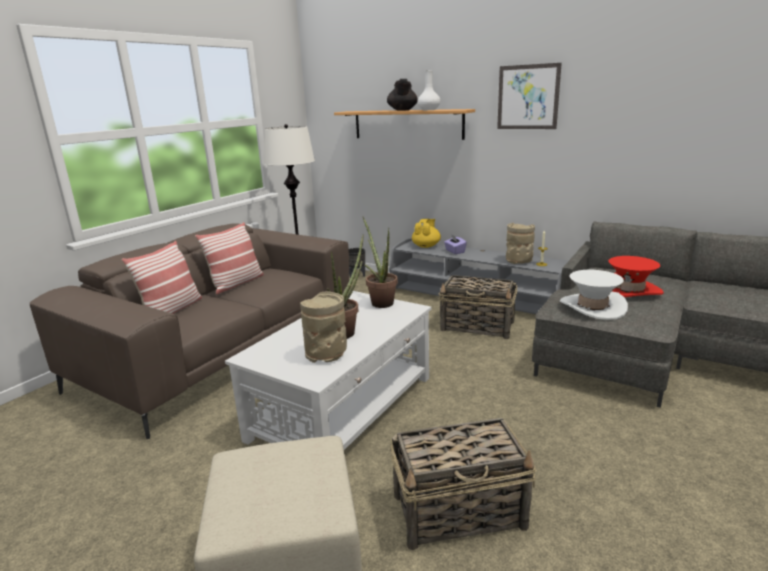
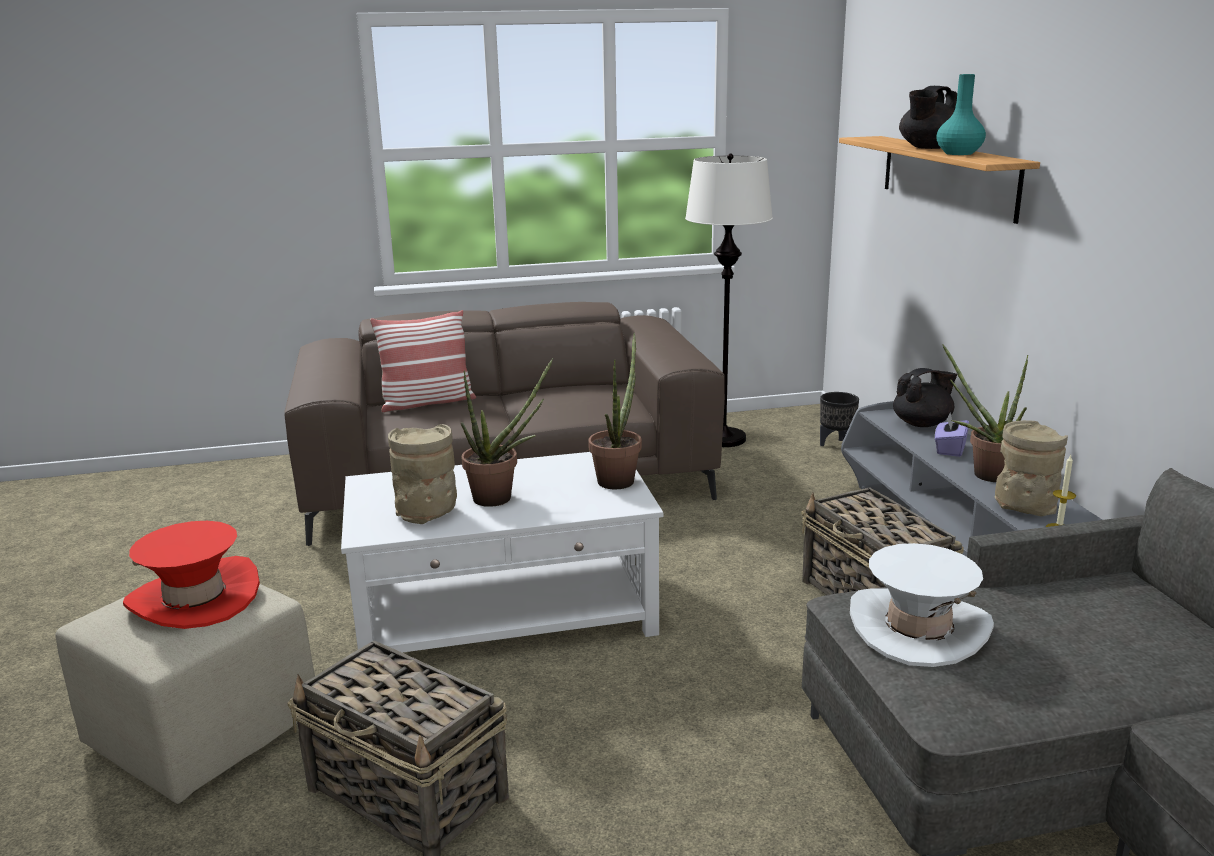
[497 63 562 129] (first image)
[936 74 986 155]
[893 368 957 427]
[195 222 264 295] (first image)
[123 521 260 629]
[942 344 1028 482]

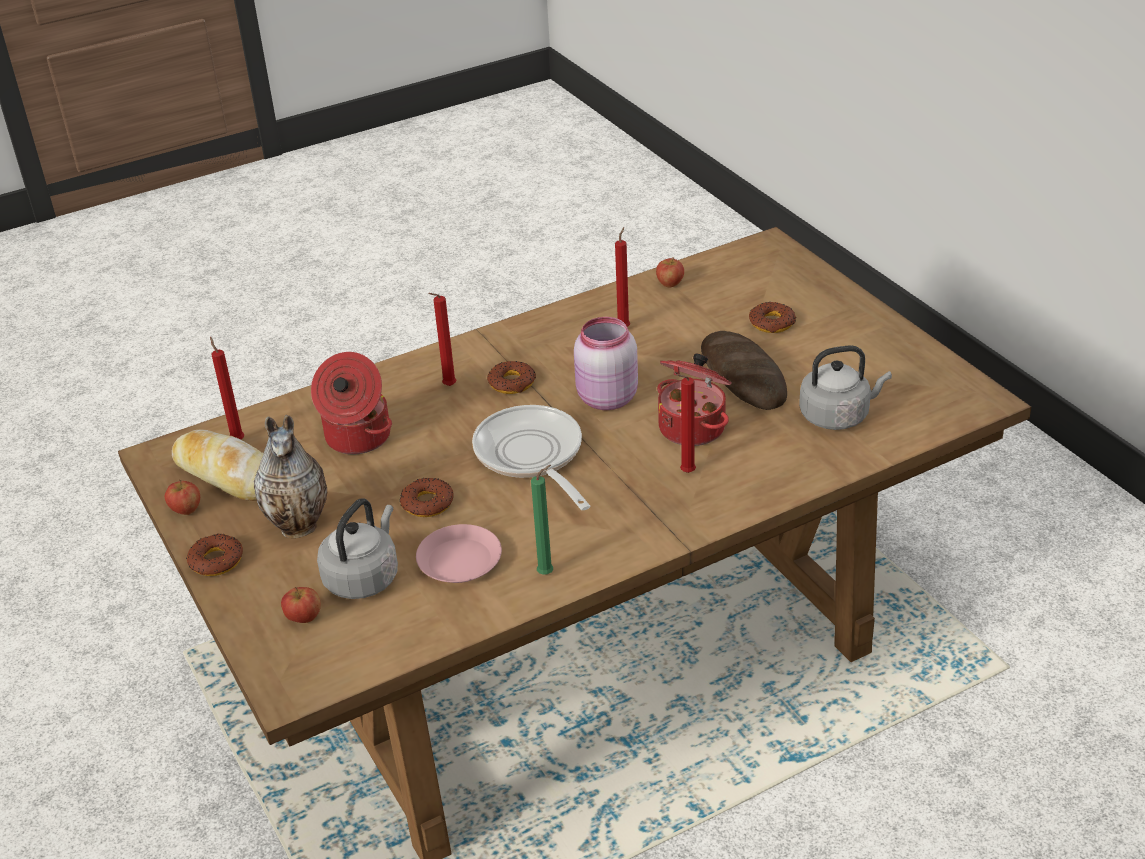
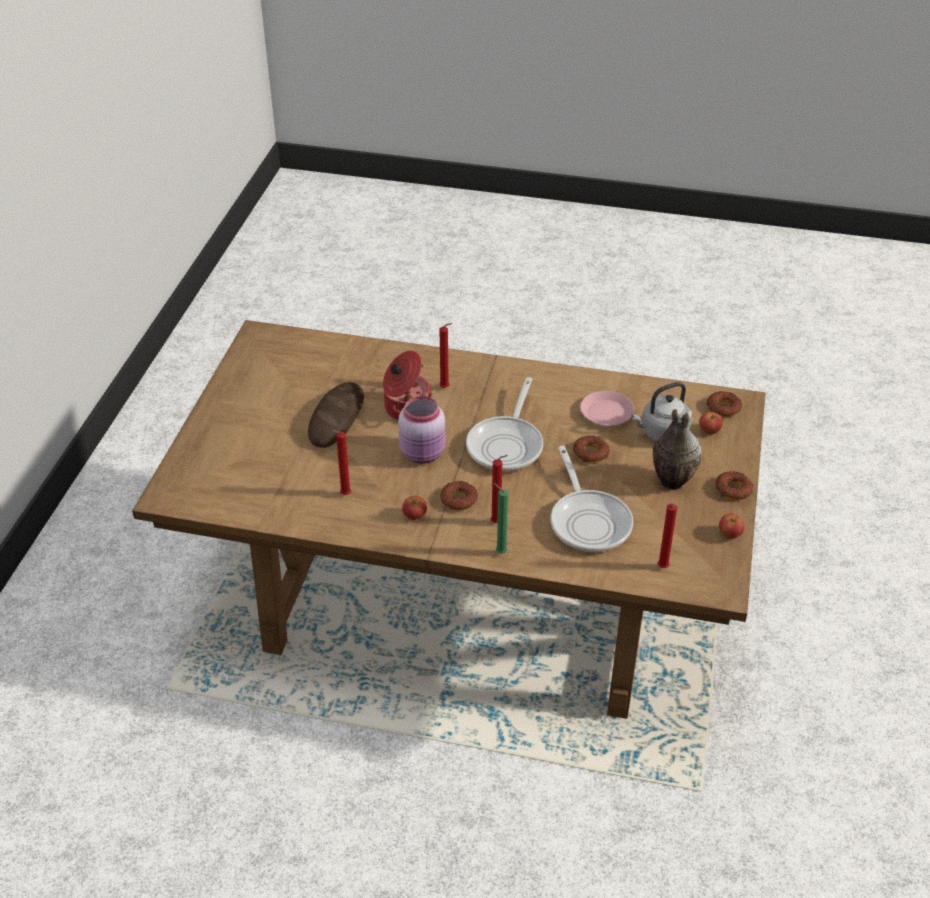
[402 496 427 520]
[707 391 742 417]
[799 345 892 430] (first image)
[551 446 633 552]
[172 430 264 501] (first image)
[494 483 508 554]

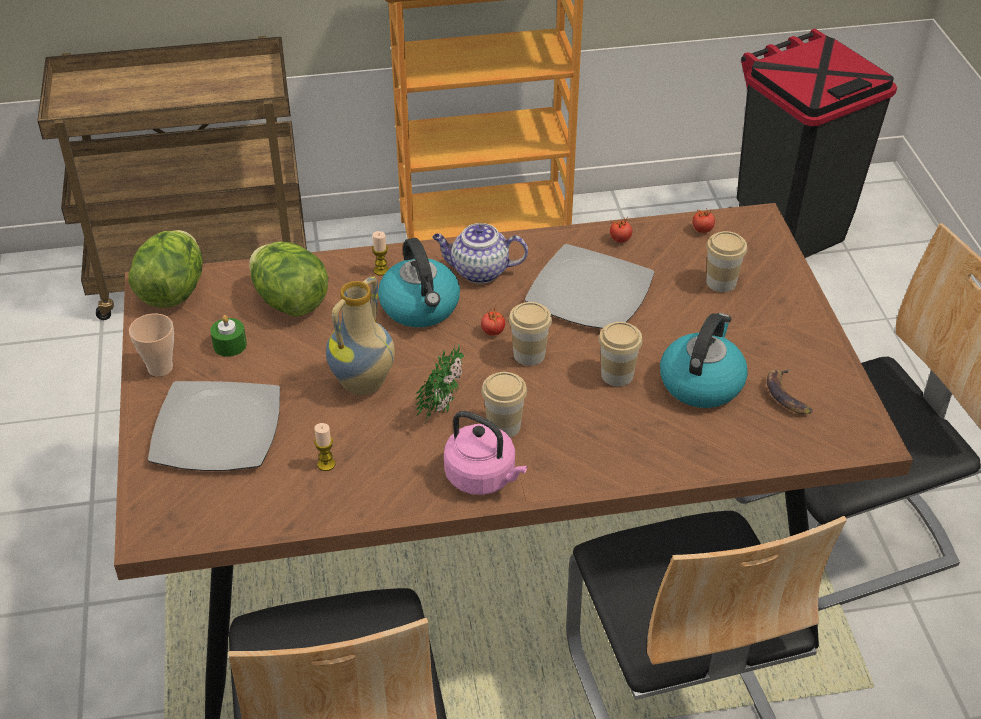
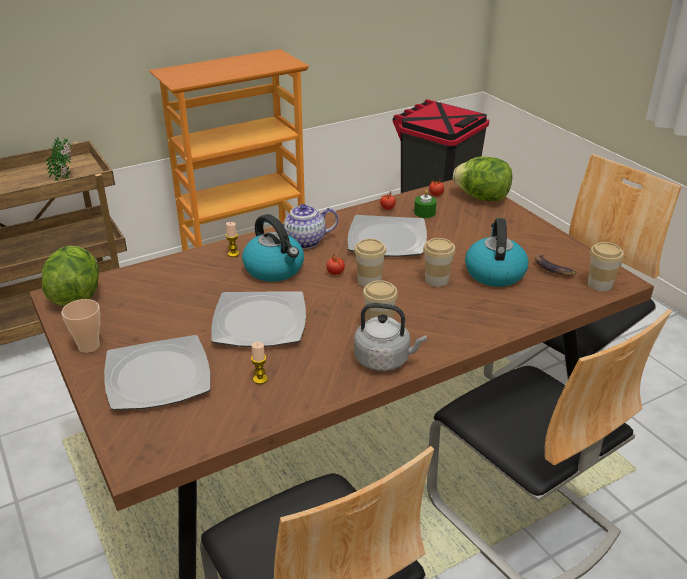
[588 242 624 291]
[453 157 512 201]
[211 292 306 347]
[414 190 437 218]
[46 137 71 181]
[354 303 427 371]

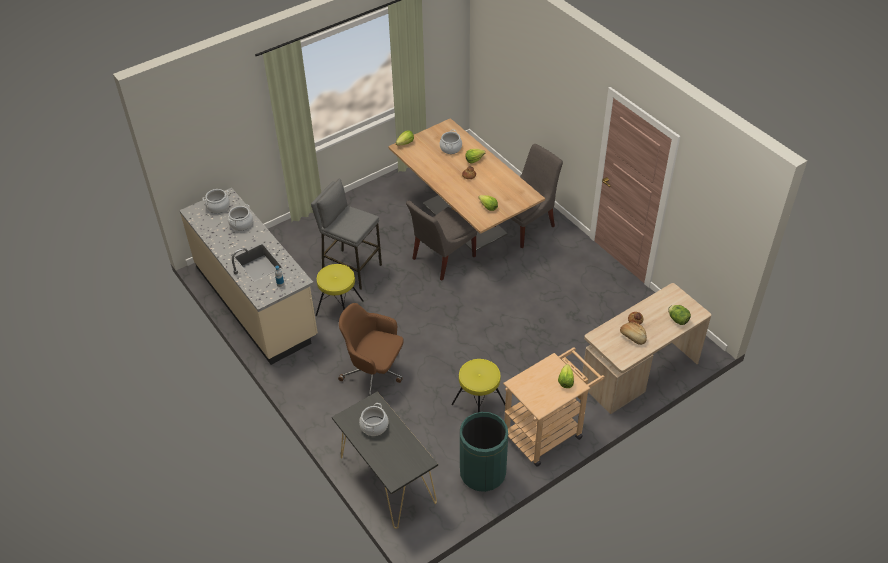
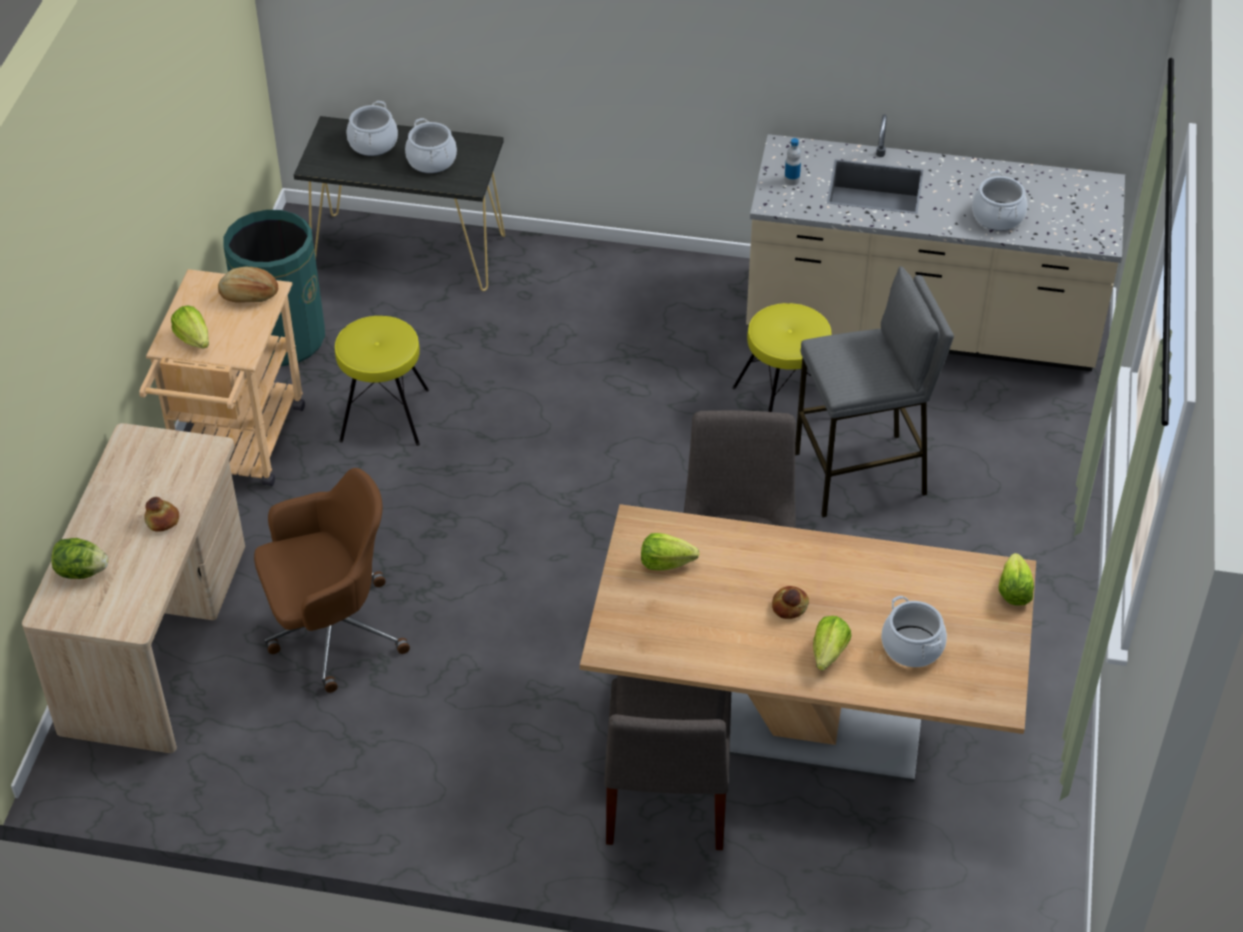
[347 101 398 156]
[254 468 410 693]
[218 267 278 303]

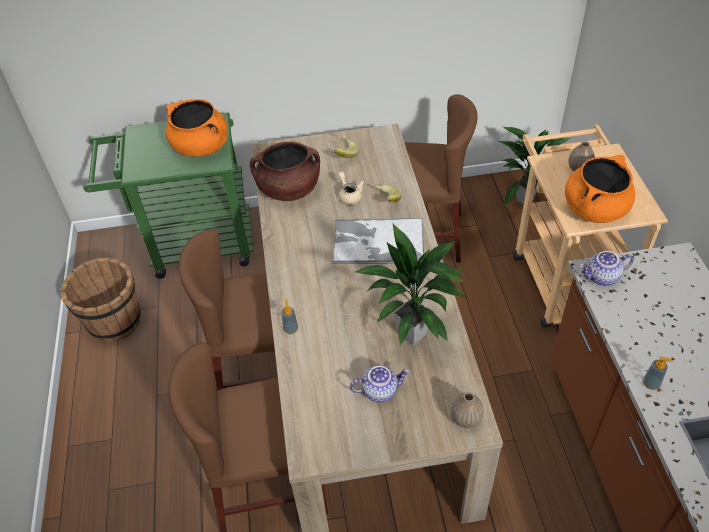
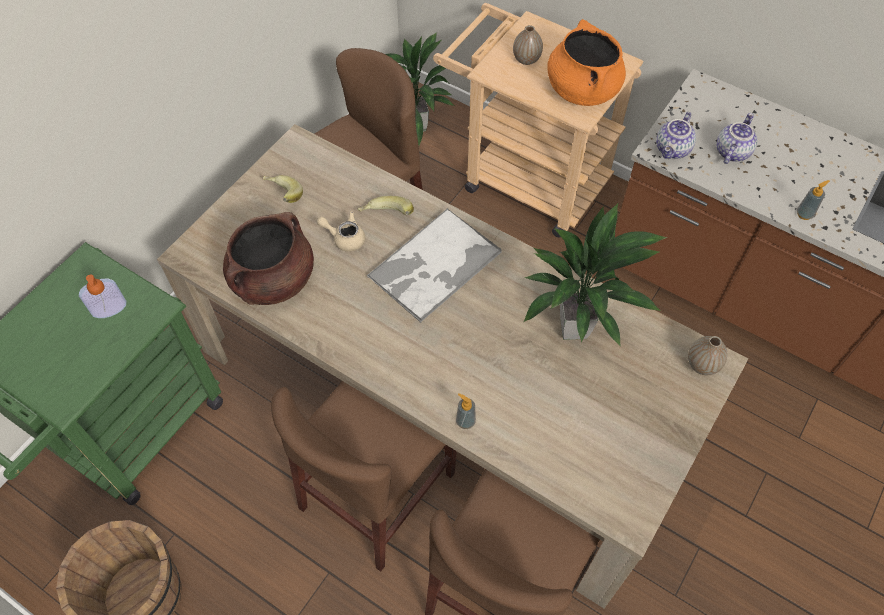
[79 274 126 318]
[716 113 757 164]

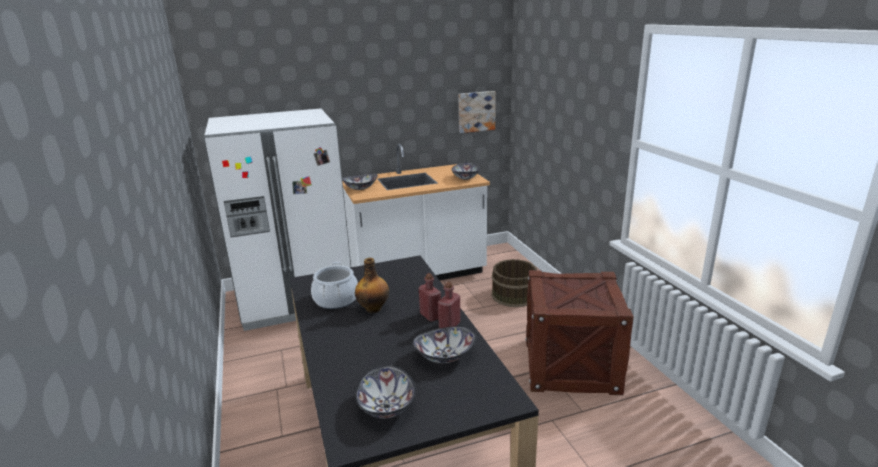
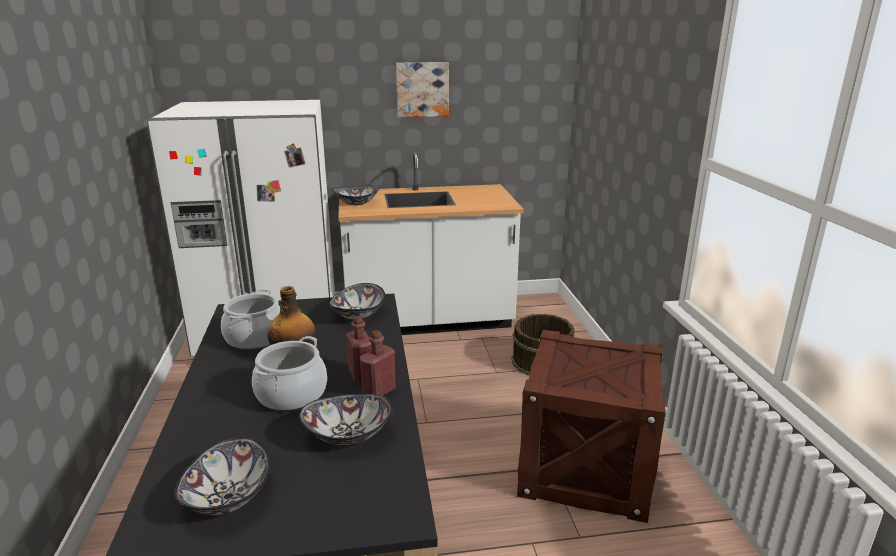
[396 62 449 118]
[329 283 385 320]
[252 336 327 411]

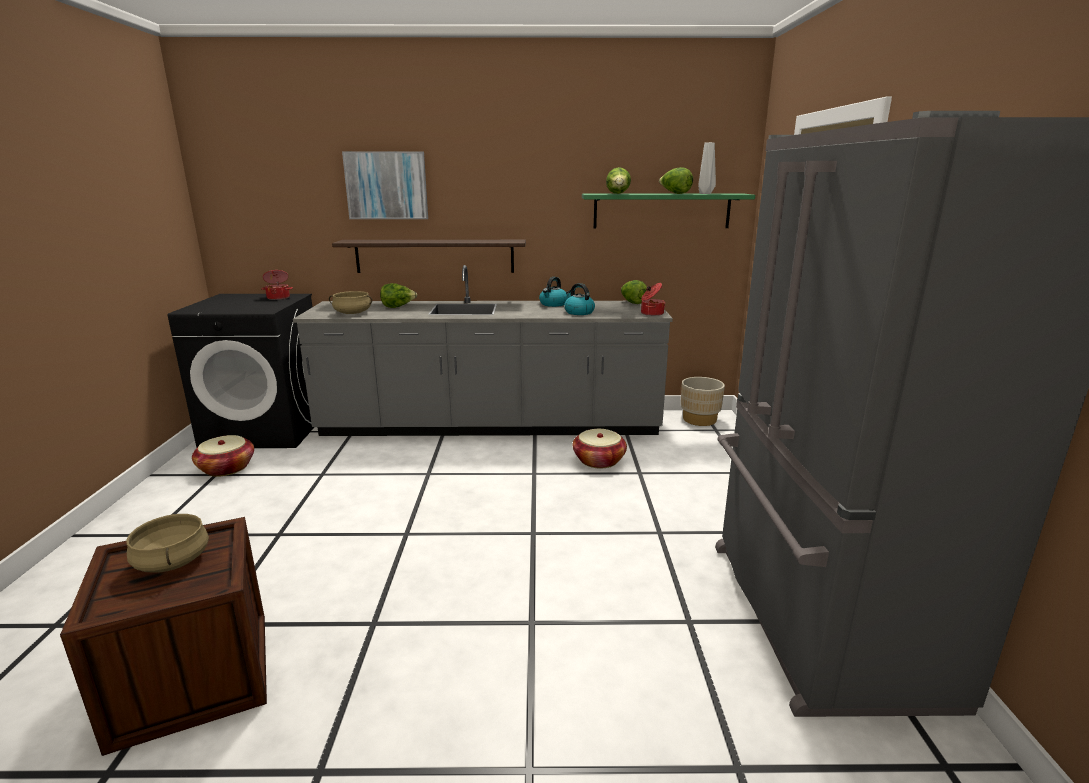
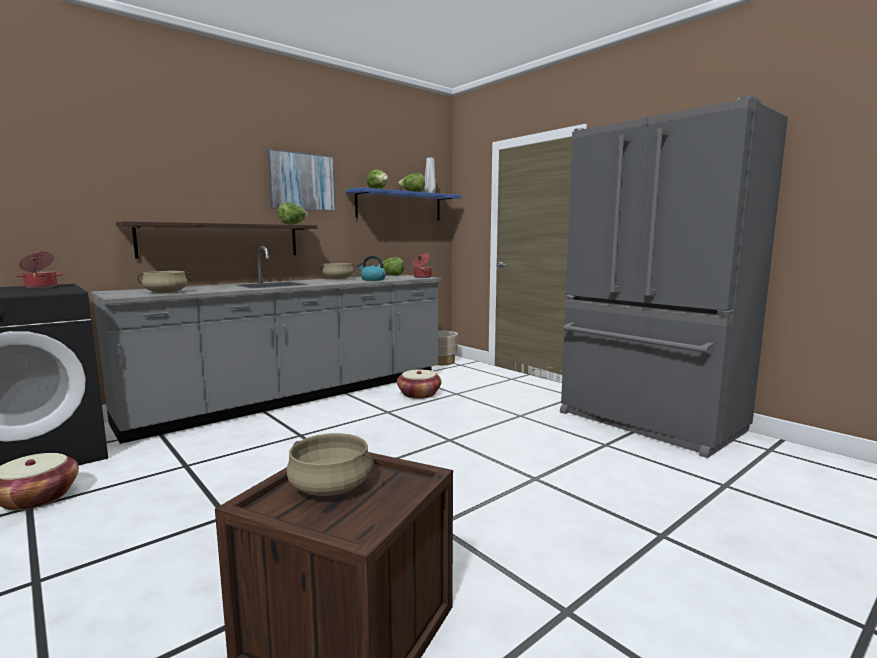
[267 149 336 211]
[346 187 462 221]
[320 263 356 279]
[278 202 308 225]

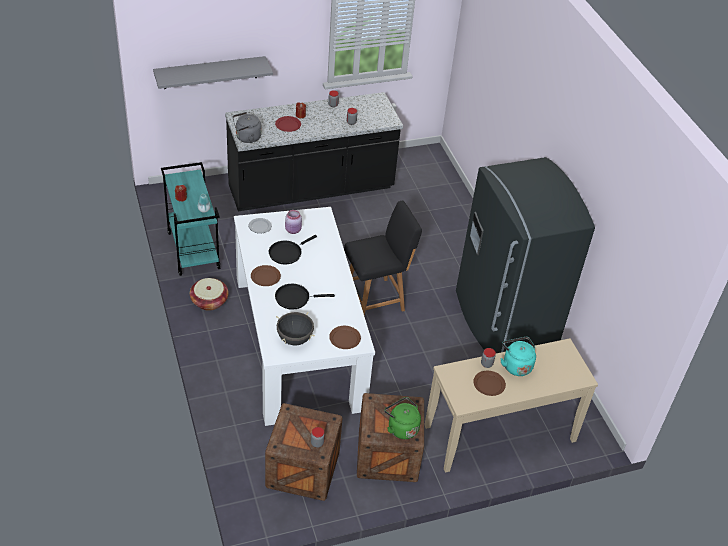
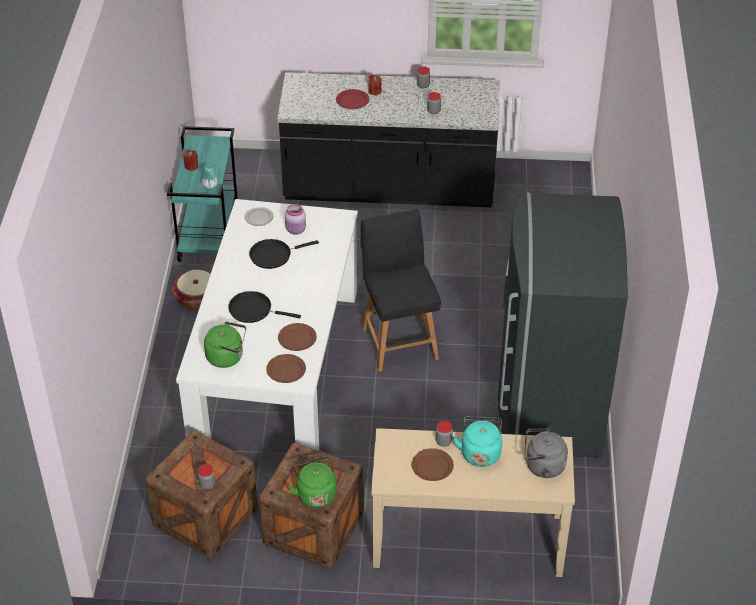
[153 56 273 89] (first image)
[524 428 568 478]
[361 210 441 372]
[278 323 317 351]
[204 321 246 368]

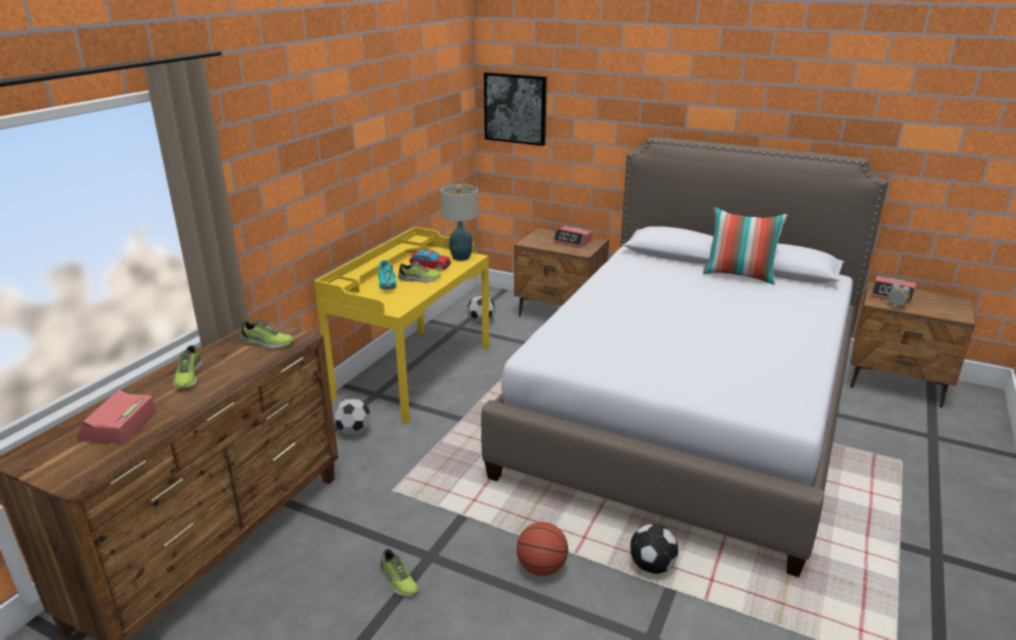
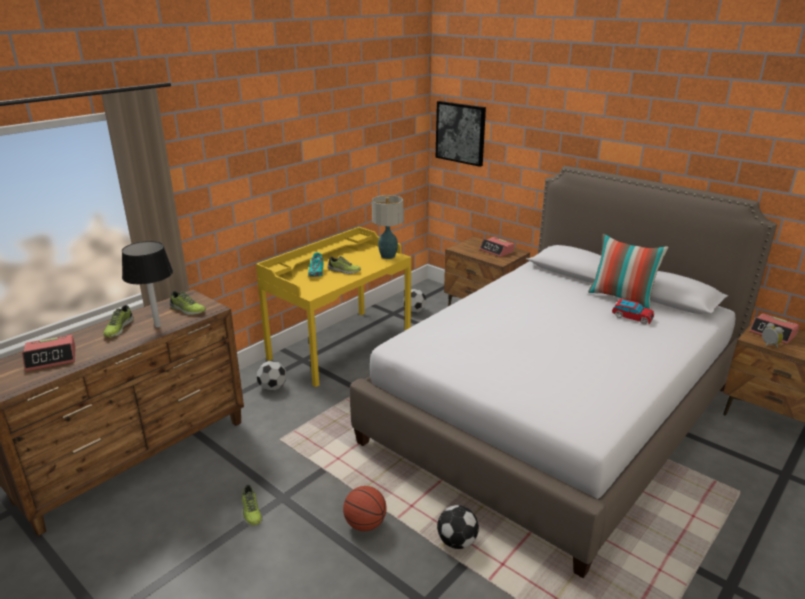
[612 299 654 324]
[22 335 76 371]
[122 241 173 328]

